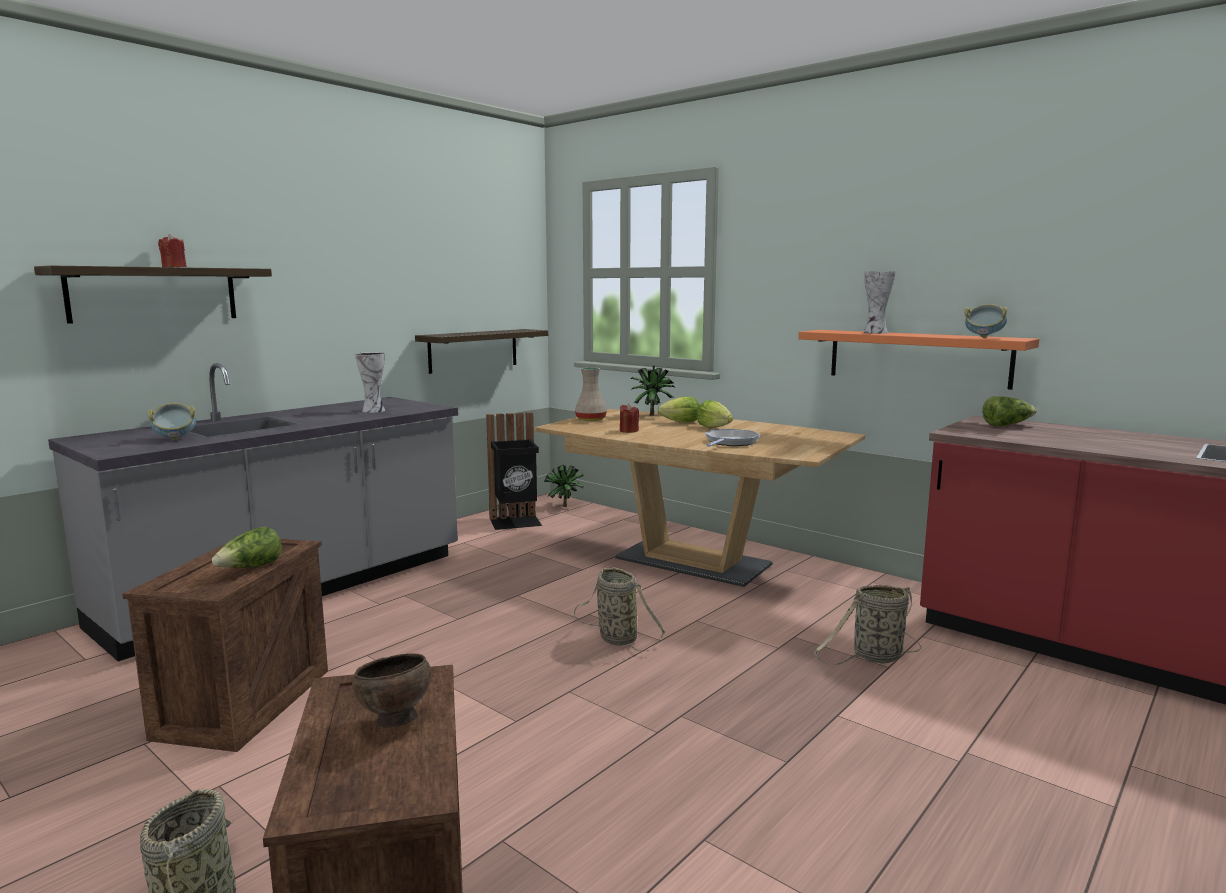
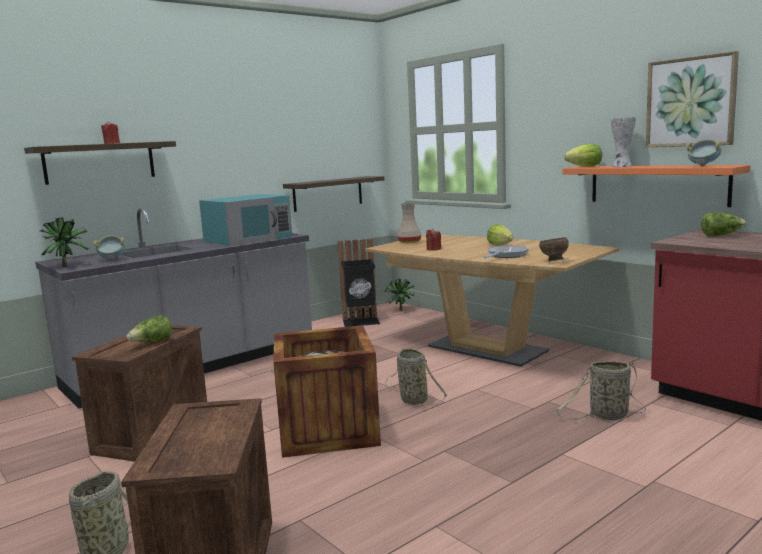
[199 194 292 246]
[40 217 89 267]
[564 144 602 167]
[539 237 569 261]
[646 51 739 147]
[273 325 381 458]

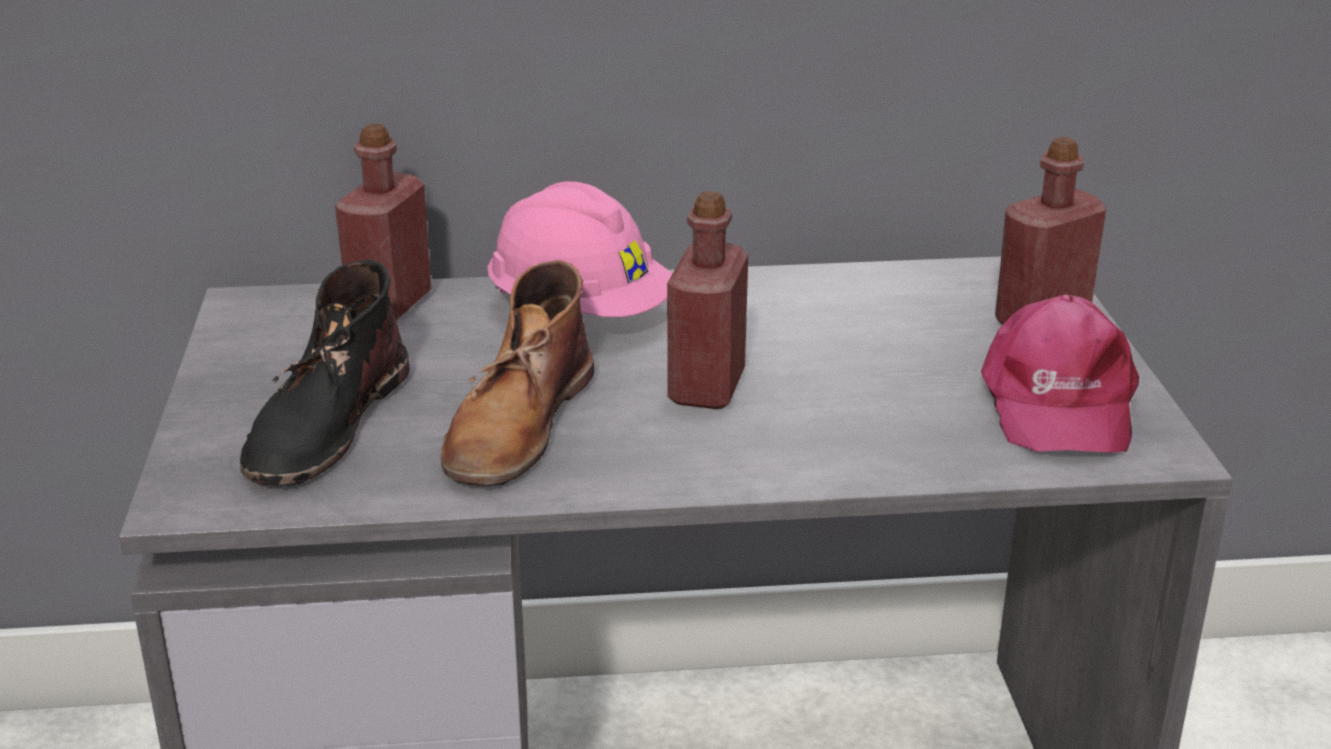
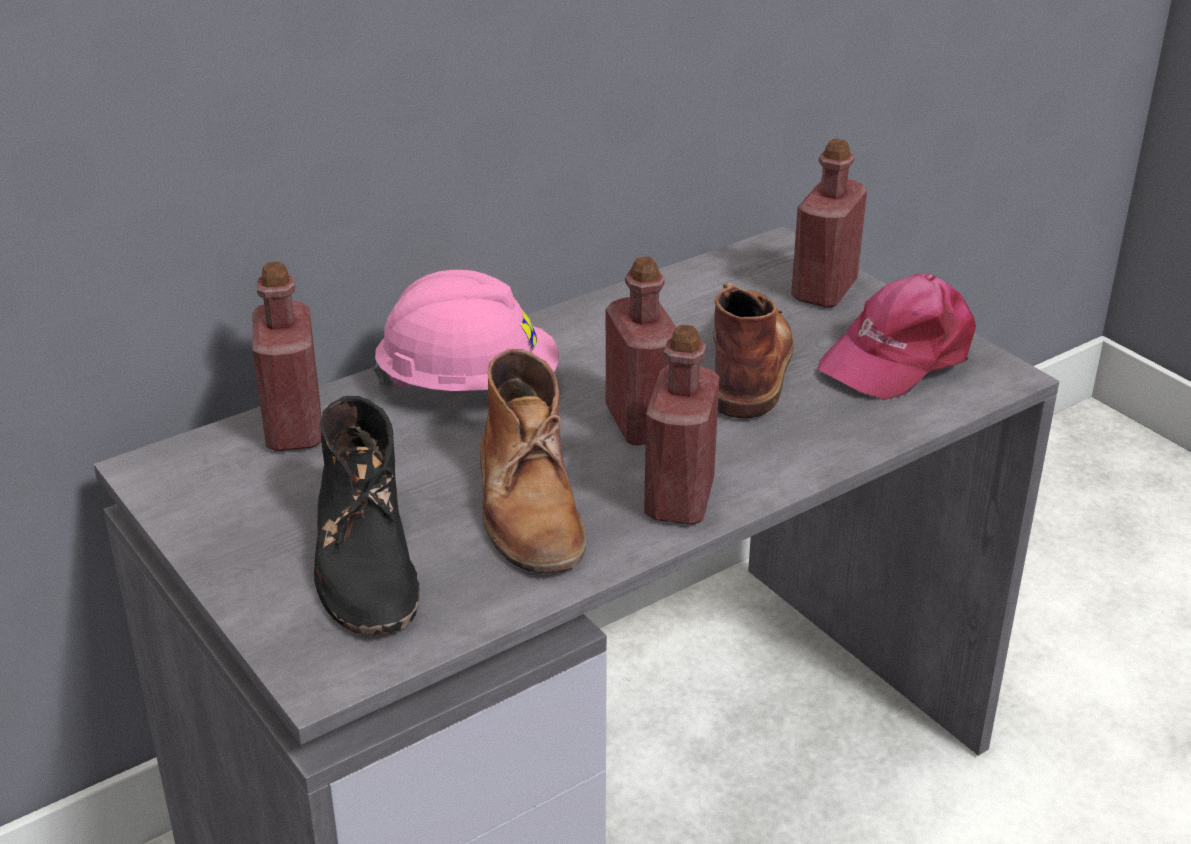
[818 274 976 400]
[713 283 794 418]
[644 325 719 525]

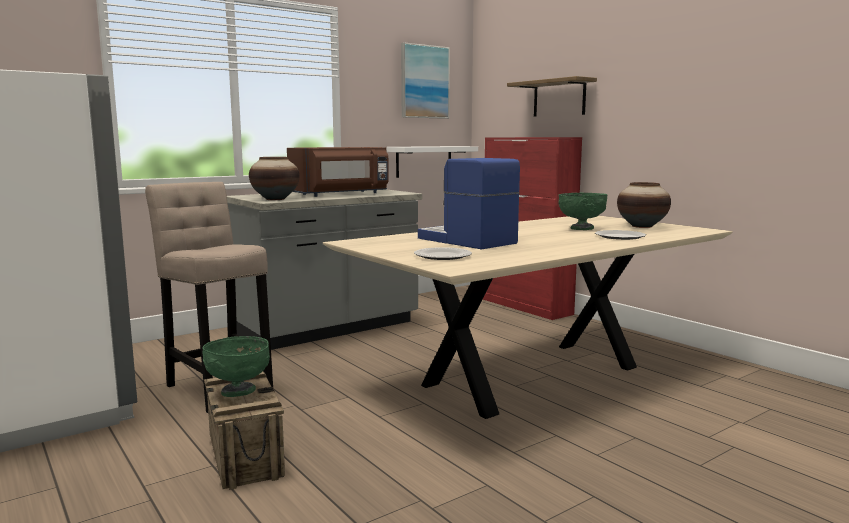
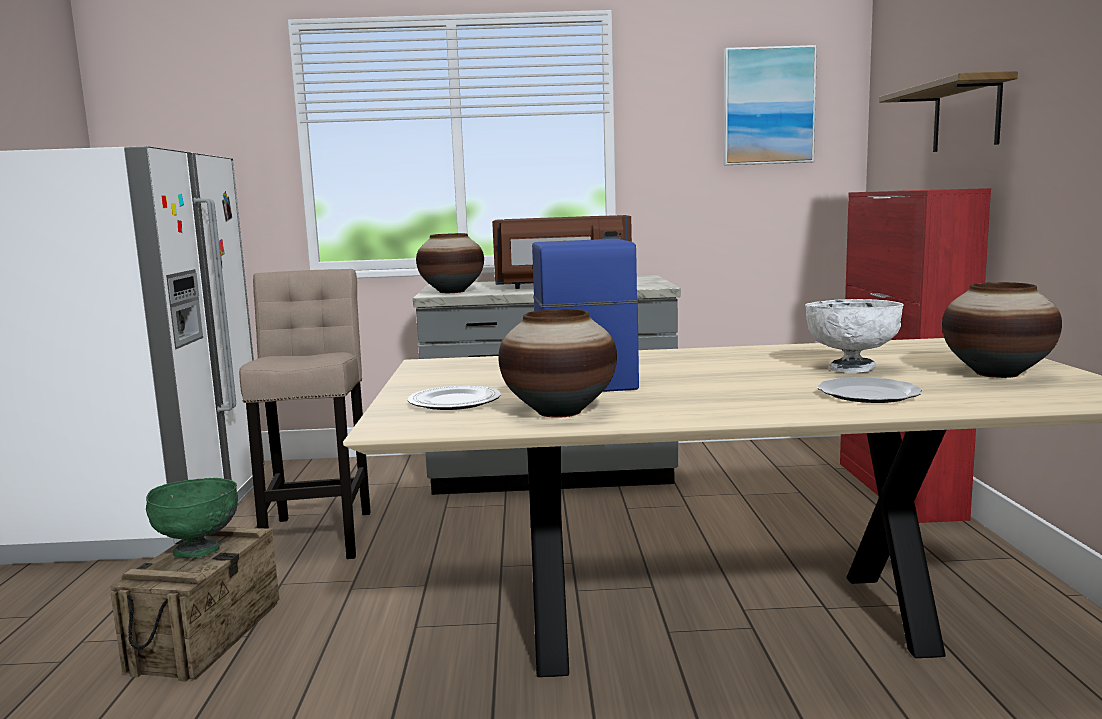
[386 146 478 178] (first image)
[805 299 904 373]
[498 309 617 418]

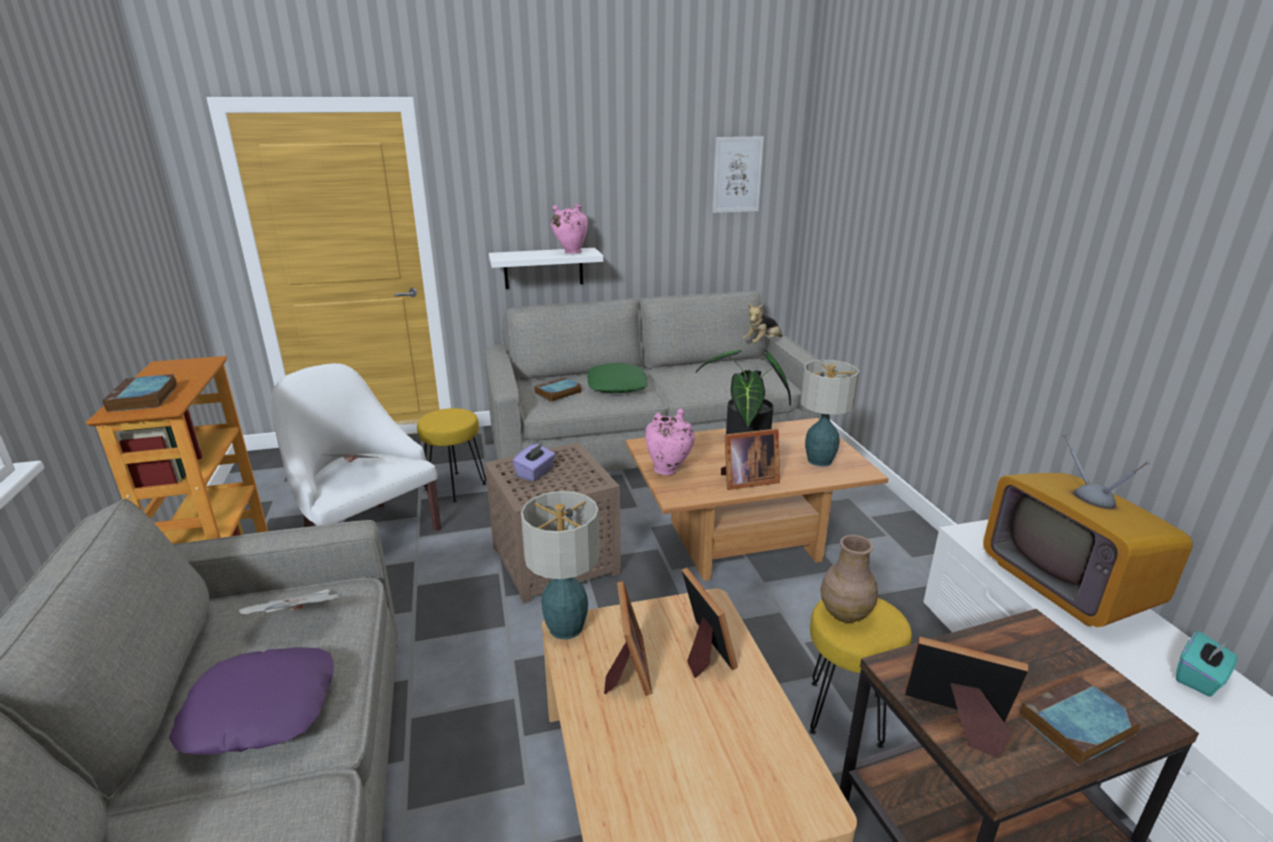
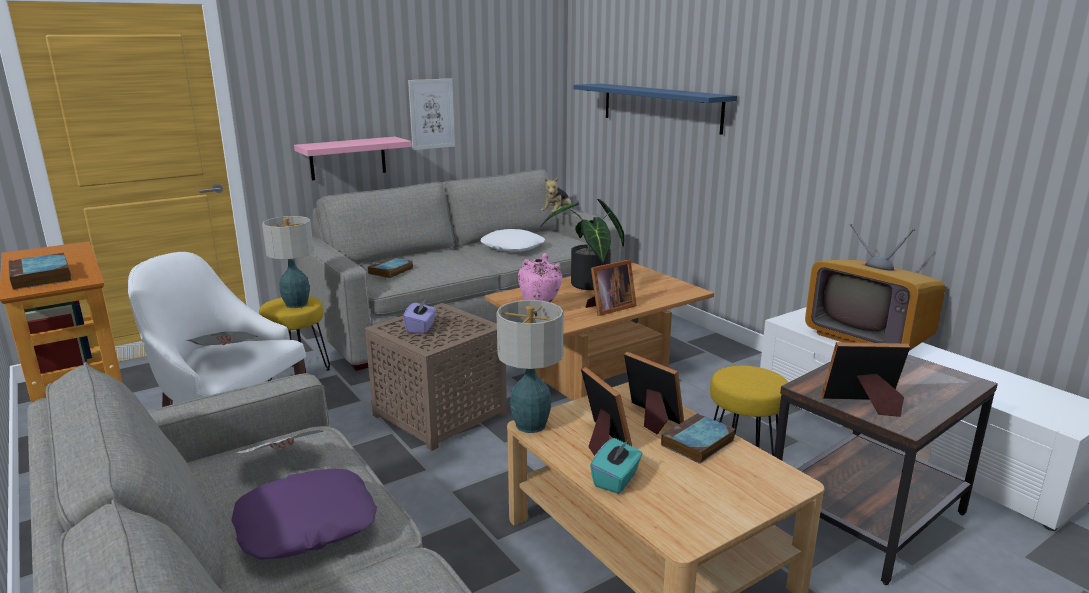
[408 78 455 151]
[551 204 588 254] (first image)
[294 137 412 180]
[262 216 314 308]
[587 363 648 393] (first image)
[821 535 878 623] (first image)
[590 438 643 494]
[661 413 735 464]
[574 83 737 135]
[481 229 545 252]

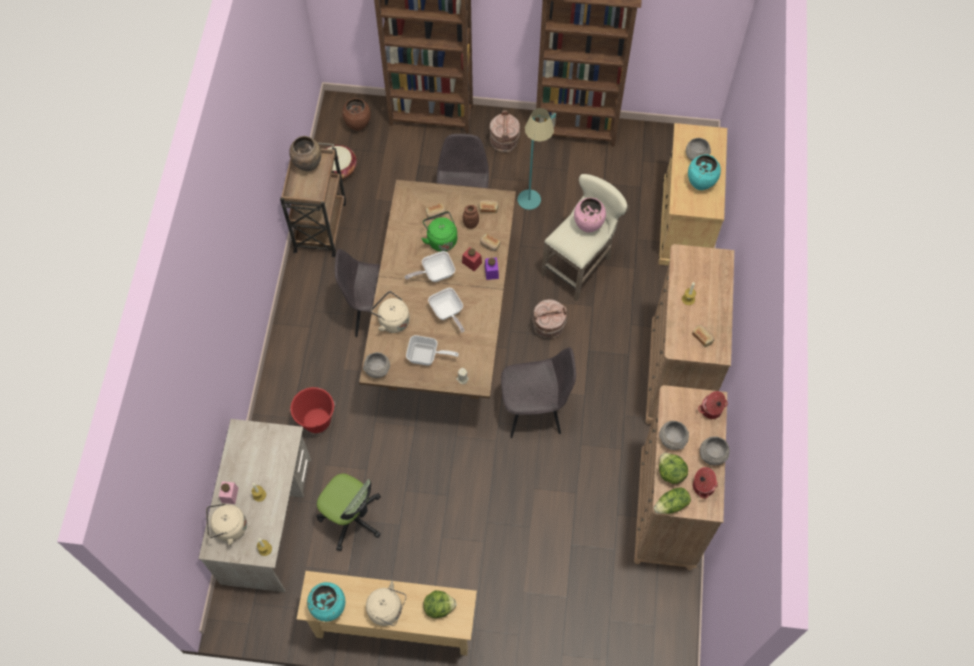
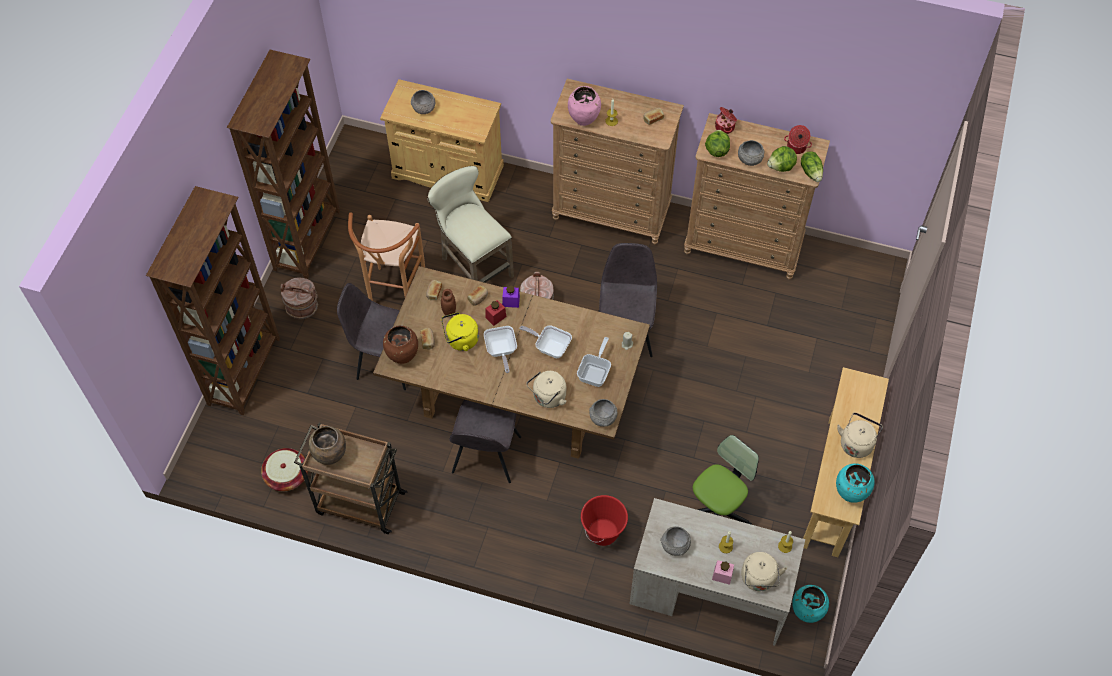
[383 325 418 364]
[348 212 425 301]
[792 585 829 623]
[568 86 601 126]
[441 312 479 351]
[519 325 572 358]
[661 526 691 556]
[705 130 730 157]

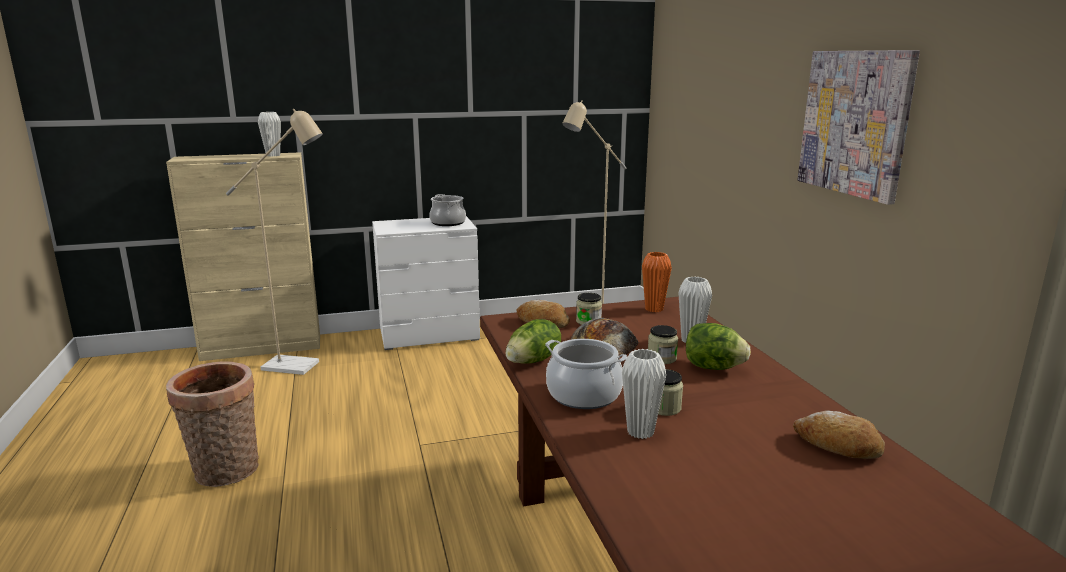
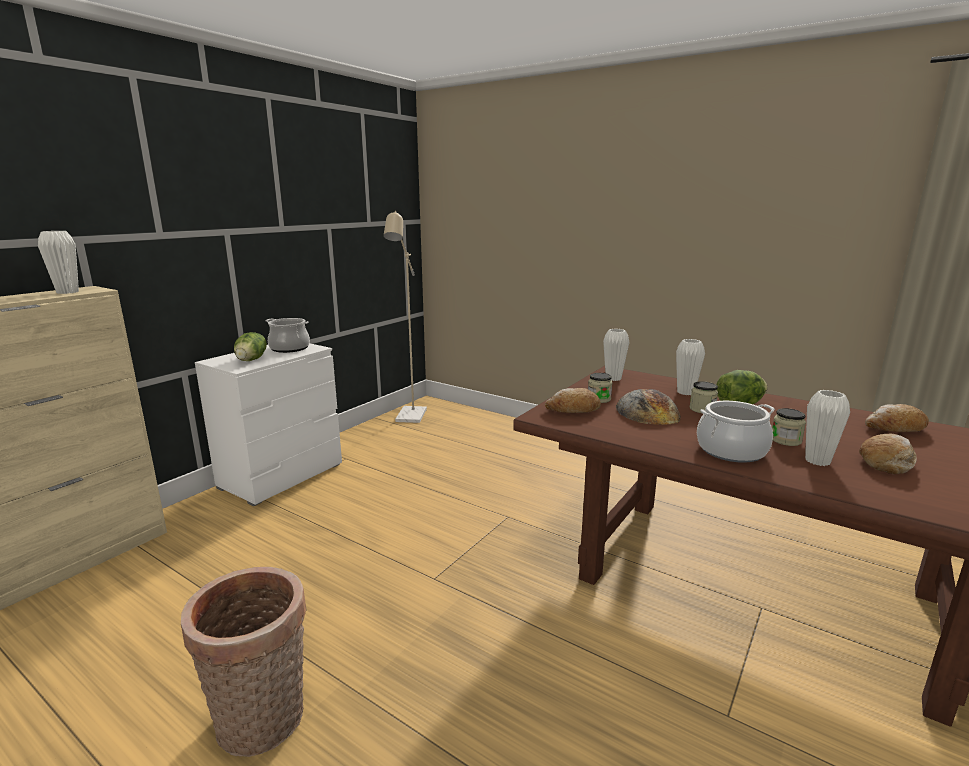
[798 50 920 205] (first image)
[226 109 323 375] (first image)
[603 329 629 381]
[234 332 267 361]
[859 433 917 474]

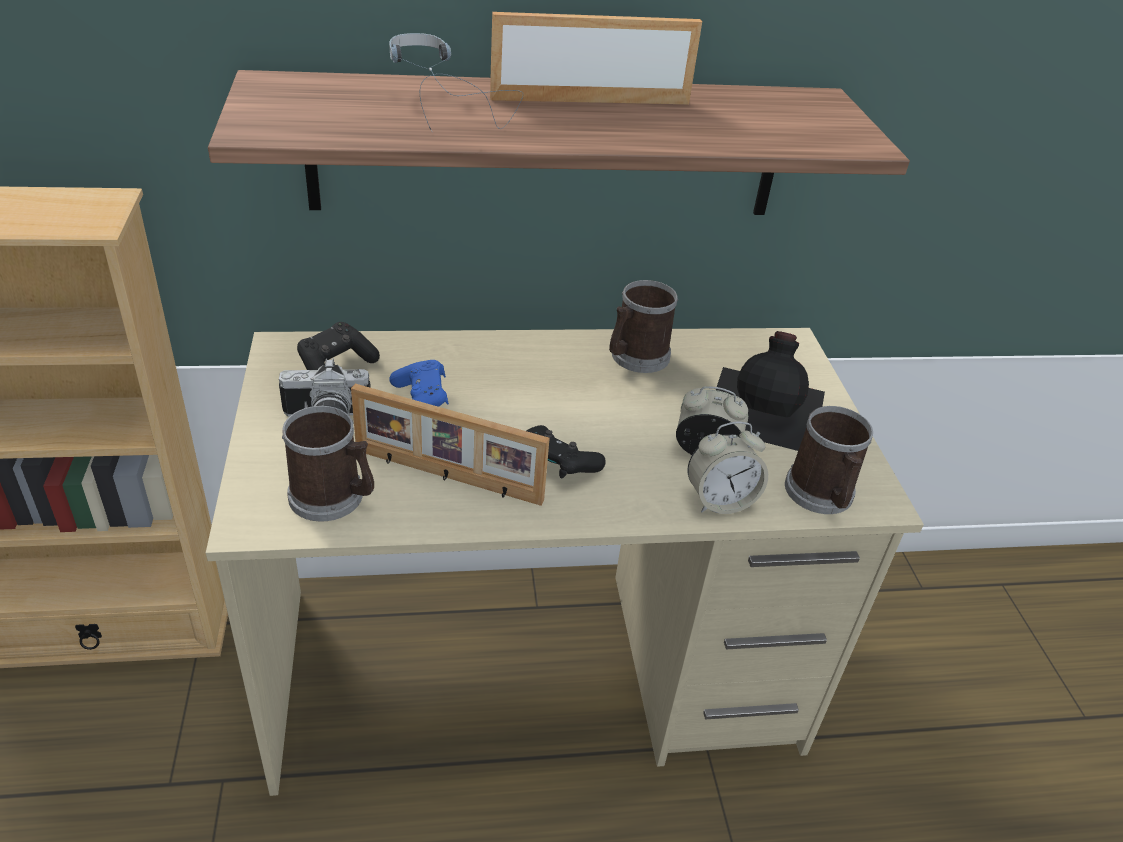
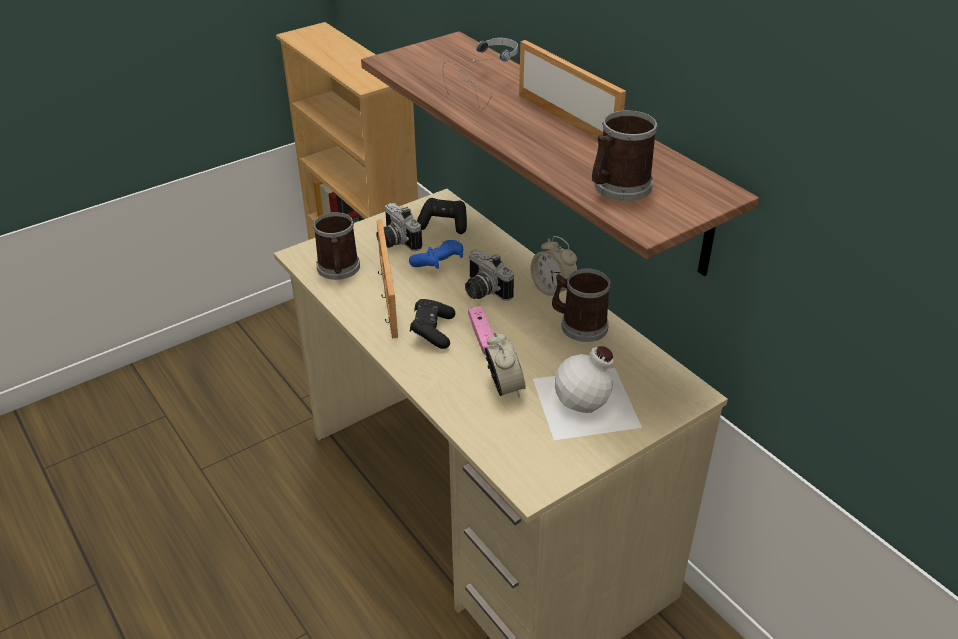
[533 346 642 440]
[592 110 658 201]
[531 236 578 296]
[465 250 514 301]
[468 306 497 355]

